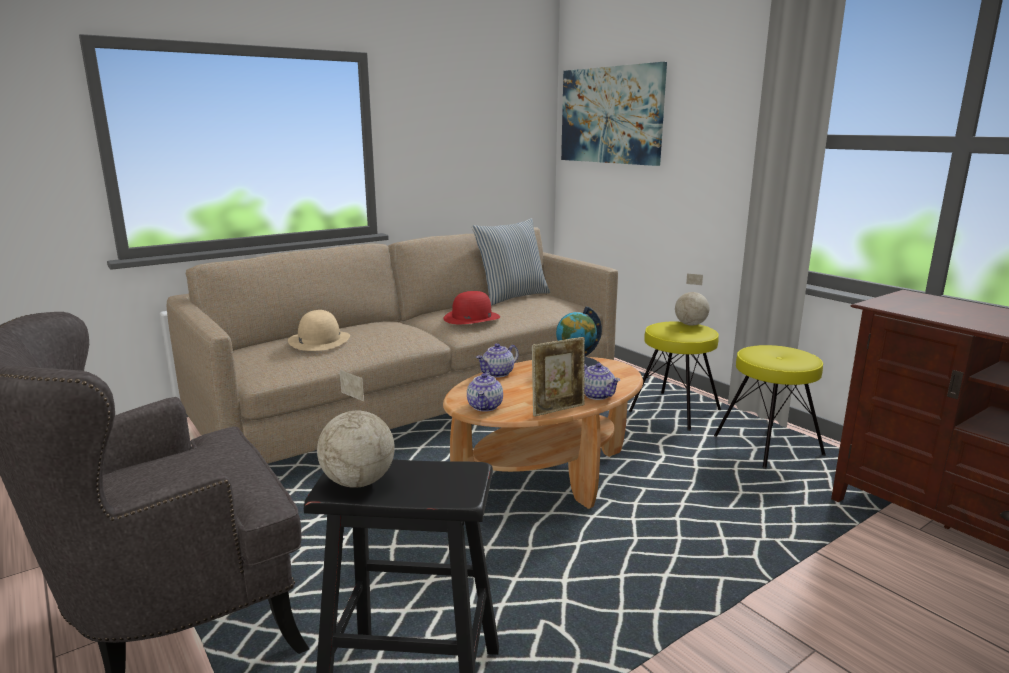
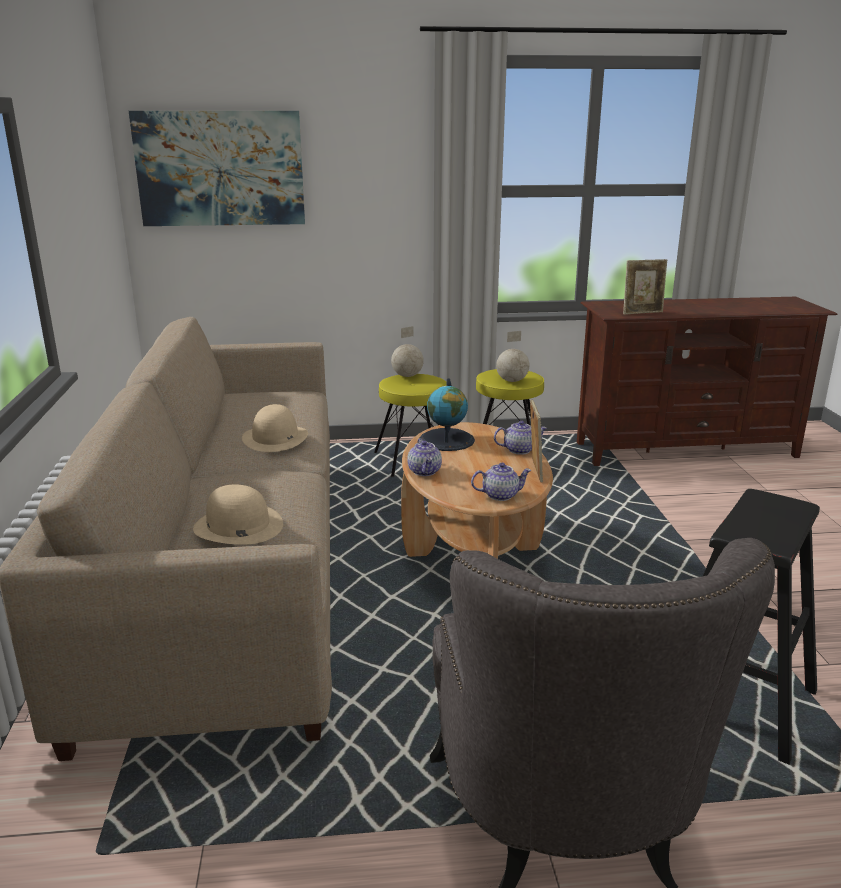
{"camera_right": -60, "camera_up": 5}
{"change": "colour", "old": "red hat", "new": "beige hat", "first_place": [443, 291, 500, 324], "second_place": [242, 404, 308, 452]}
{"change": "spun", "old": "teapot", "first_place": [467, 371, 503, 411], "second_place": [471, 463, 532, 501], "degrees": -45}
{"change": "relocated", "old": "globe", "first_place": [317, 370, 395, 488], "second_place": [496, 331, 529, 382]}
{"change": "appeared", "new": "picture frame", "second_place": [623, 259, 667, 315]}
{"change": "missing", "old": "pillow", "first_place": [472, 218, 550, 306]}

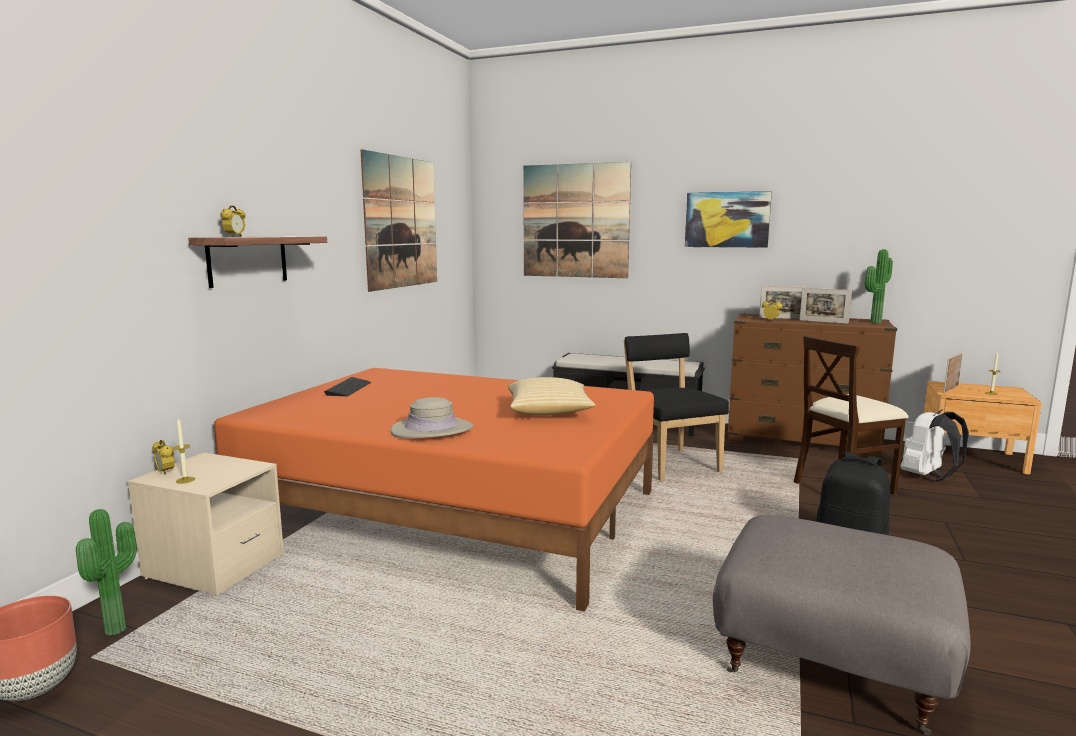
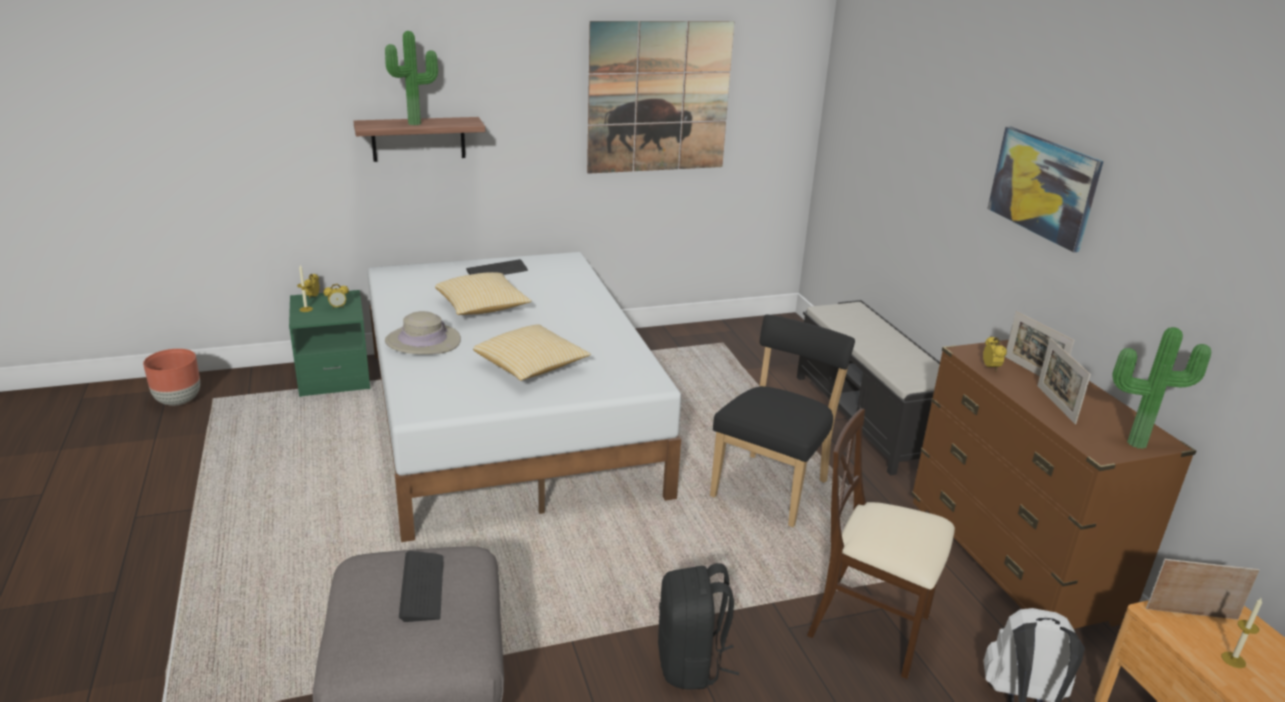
{"camera_right": 50, "camera_up": 15}
{"change": "colour", "old": "beige nightstand", "new": "green nightstand", "first_place": [128, 453, 284, 595], "second_place": [289, 290, 370, 397]}
{"change": "relocated", "old": "alarm clock", "first_place": [220, 205, 245, 237], "second_place": [324, 284, 349, 309]}
{"change": "colour", "old": "orange bed", "new": "white bed", "first_place": [214, 368, 654, 612], "second_place": [367, 252, 682, 542]}
{"change": "relocated", "old": "potted plant", "first_place": [76, 509, 137, 636], "second_place": [385, 31, 438, 125]}
{"change": "appeared", "new": "keyboard", "second_place": [399, 551, 444, 622]}
{"change": "appeared", "new": "pillow", "second_place": [435, 272, 532, 315]}
{"change": "missing", "old": "picture", "first_place": [523, 162, 631, 278]}

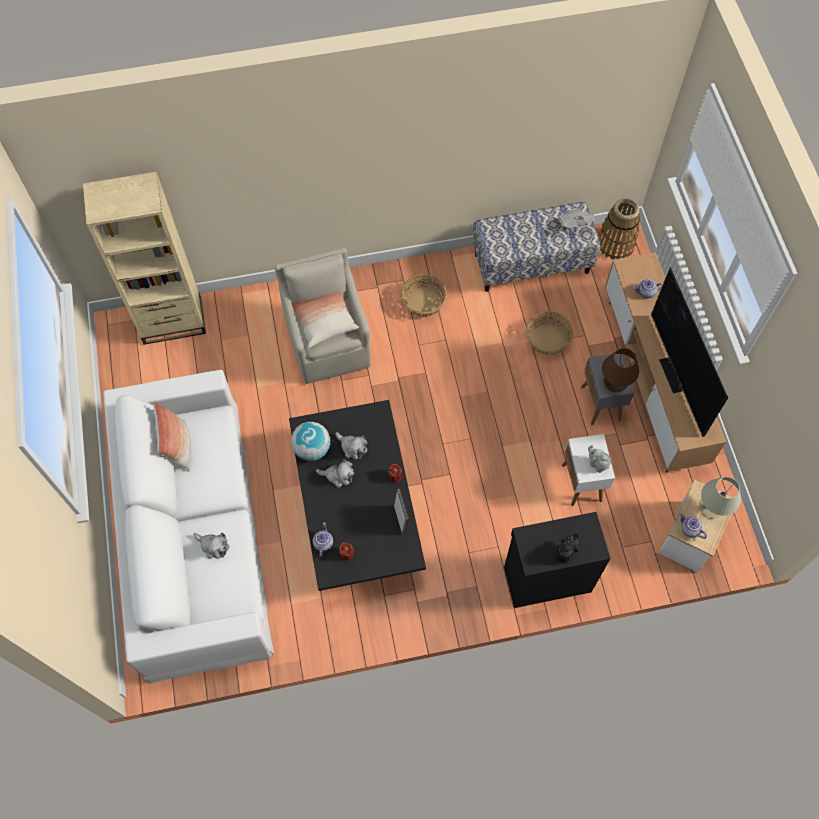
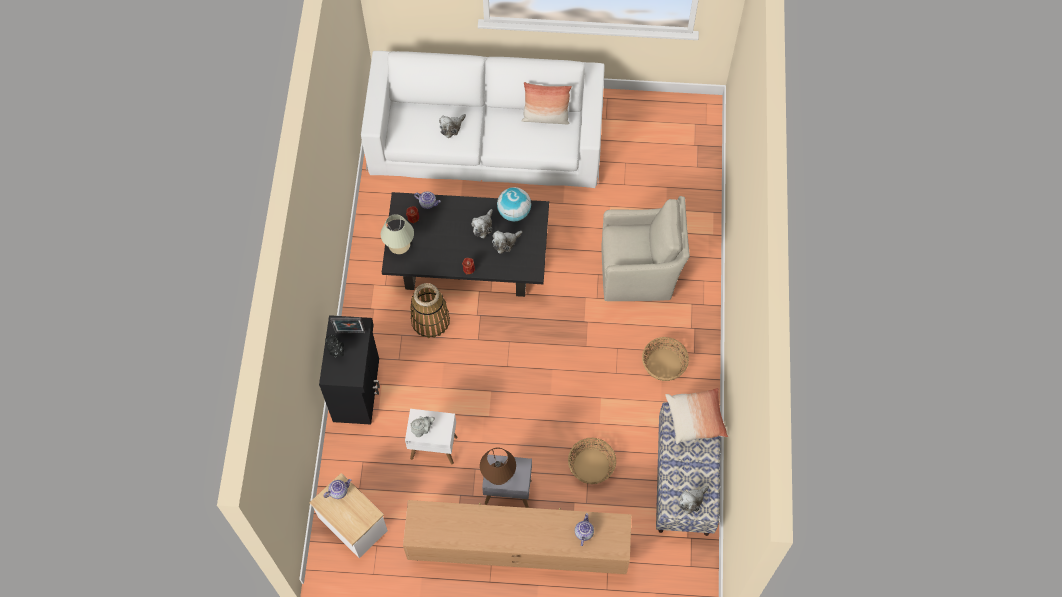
{"camera_right": 105, "camera_up": 0}
{"change": "relocated", "old": "picture frame", "first_place": [394, 489, 409, 535], "second_place": [330, 318, 365, 333]}
{"change": "relocated", "old": "beige table lamp", "first_place": [701, 477, 741, 519], "second_place": [381, 214, 414, 254]}
{"change": "relocated", "old": "basket", "first_place": [598, 198, 640, 259], "second_place": [410, 283, 450, 338]}
{"change": "relocated", "old": "pillow", "first_place": [292, 292, 359, 348], "second_place": [666, 388, 728, 444]}
{"change": "exchanged", "old": "newspaper", "new": "plush toy", "first_place": [558, 208, 595, 228], "second_place": [679, 486, 709, 514]}
{"change": "missing", "old": "beige bookcase", "first_place": [83, 171, 206, 345]}
{"change": "missing", "old": "television", "first_place": [651, 267, 728, 437]}

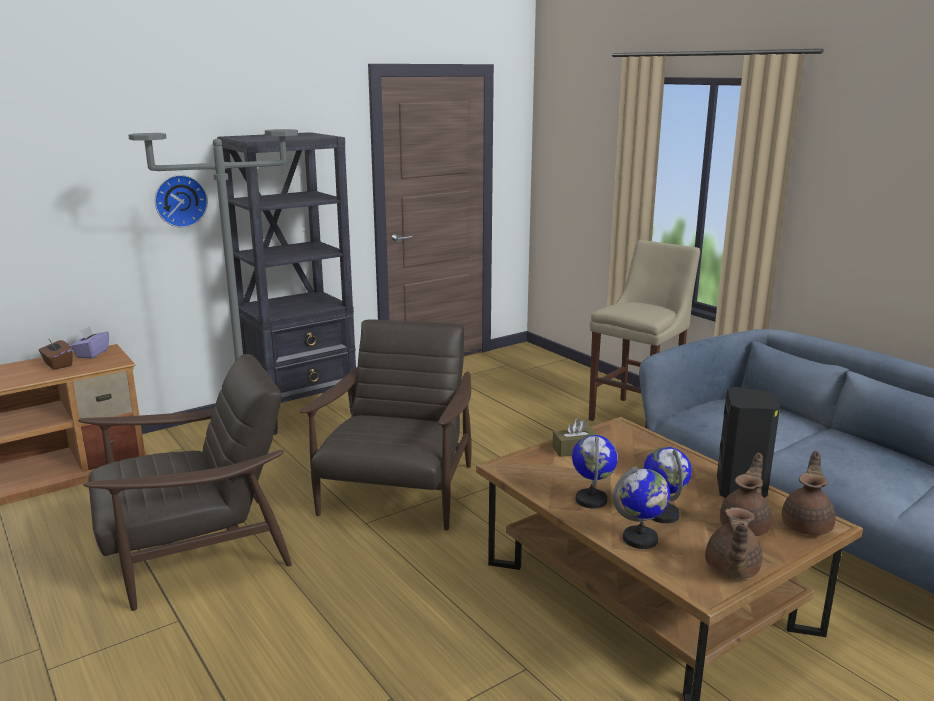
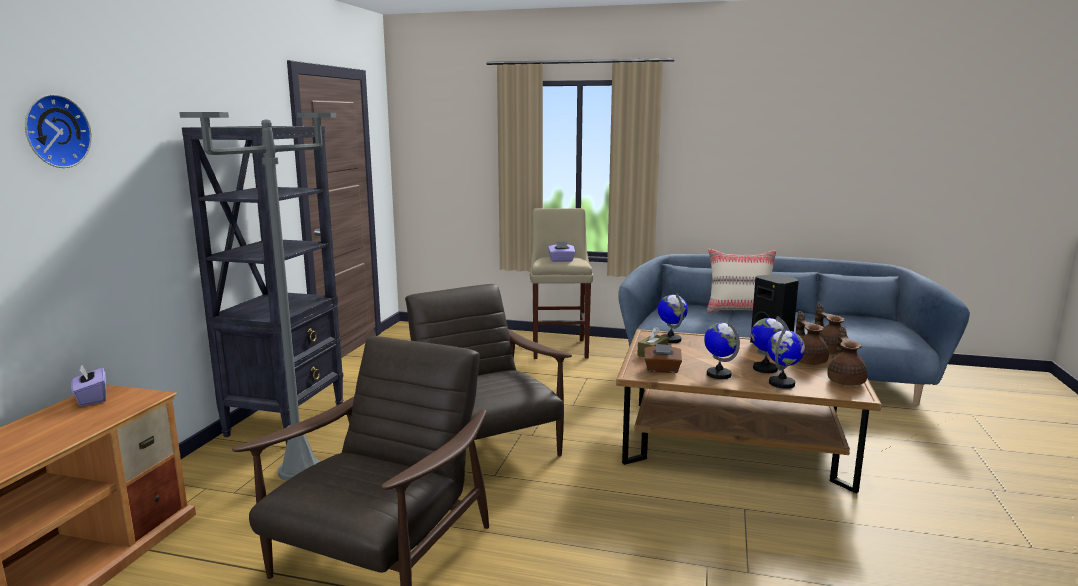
{"camera_right": -40, "camera_up": -5}
{"change": "relocated", "old": "wall clock", "first_place": [155, 175, 208, 228], "second_place": [25, 94, 92, 168]}
{"change": "appeared", "new": "purple tissue box", "second_place": [548, 241, 575, 262]}
{"change": "relocated", "old": "brown tissue box", "first_place": [39, 340, 73, 370], "second_place": [644, 344, 682, 373]}
{"change": "appeared", "new": "globe", "second_place": [658, 293, 688, 343]}
{"change": "appeared", "new": "beige pillow", "second_place": [707, 249, 776, 313]}
{"change": "spun", "old": "brown teapot", "first_place": [705, 507, 762, 578], "second_place": [827, 326, 868, 386], "degrees": -150}

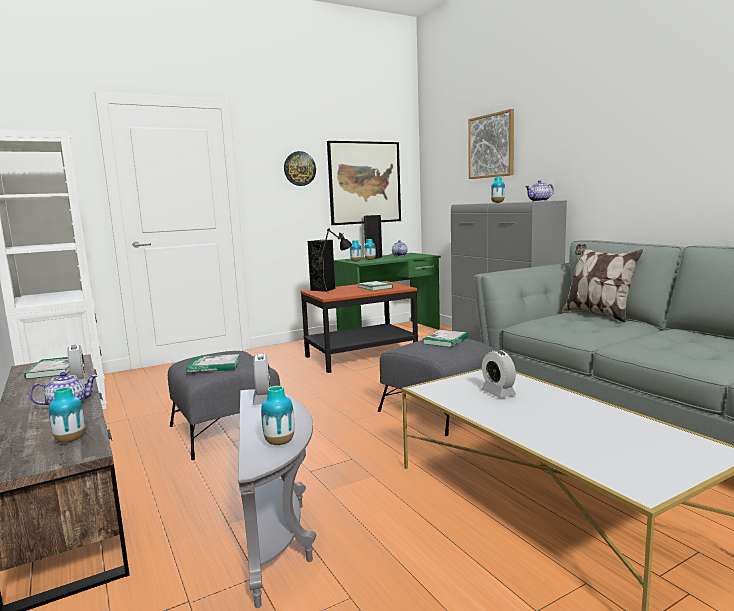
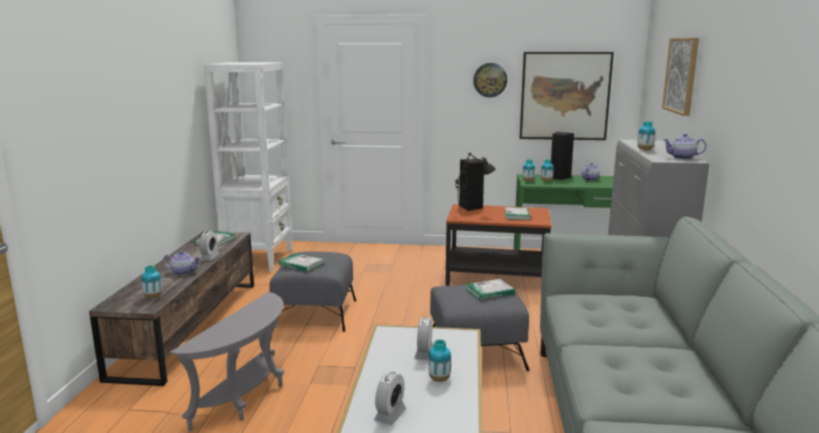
{"camera_right": 35, "camera_up": 5}
{"change": "relocated", "old": "alarm clock", "first_place": [253, 353, 271, 405], "second_place": [374, 372, 406, 425]}
{"change": "relocated", "old": "vase", "first_place": [261, 386, 294, 445], "second_place": [428, 339, 451, 382]}
{"change": "missing", "old": "pillow", "first_place": [562, 244, 643, 323]}

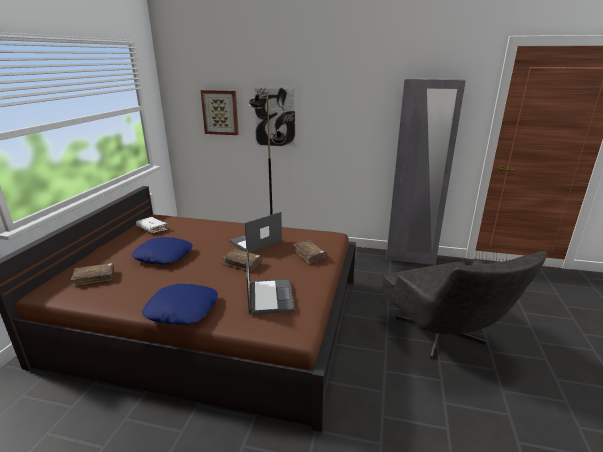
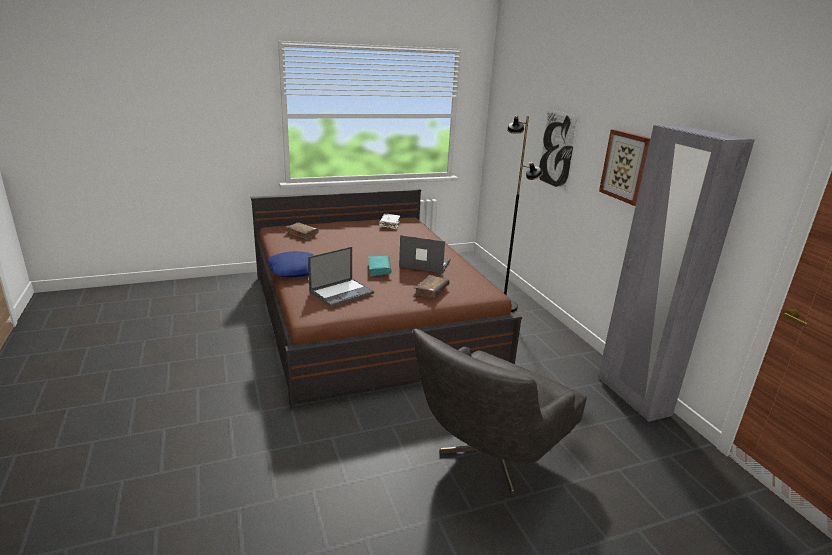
{"camera_right": 55, "camera_up": 0}
{"change": "colour", "old": "brown book", "new": "turquoise book", "first_place": [222, 249, 262, 273], "second_place": [368, 256, 391, 277]}
{"change": "relocated", "old": "picture", "first_place": [201, 90, 239, 135], "second_place": [599, 129, 651, 206]}
{"change": "missing", "old": "blue pillow", "first_place": [132, 237, 193, 264]}

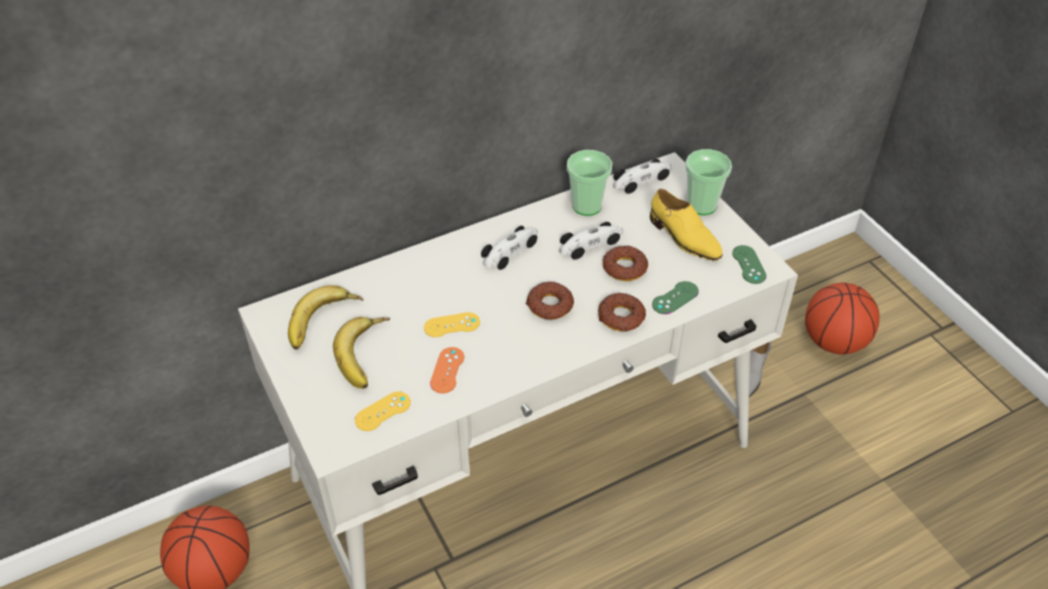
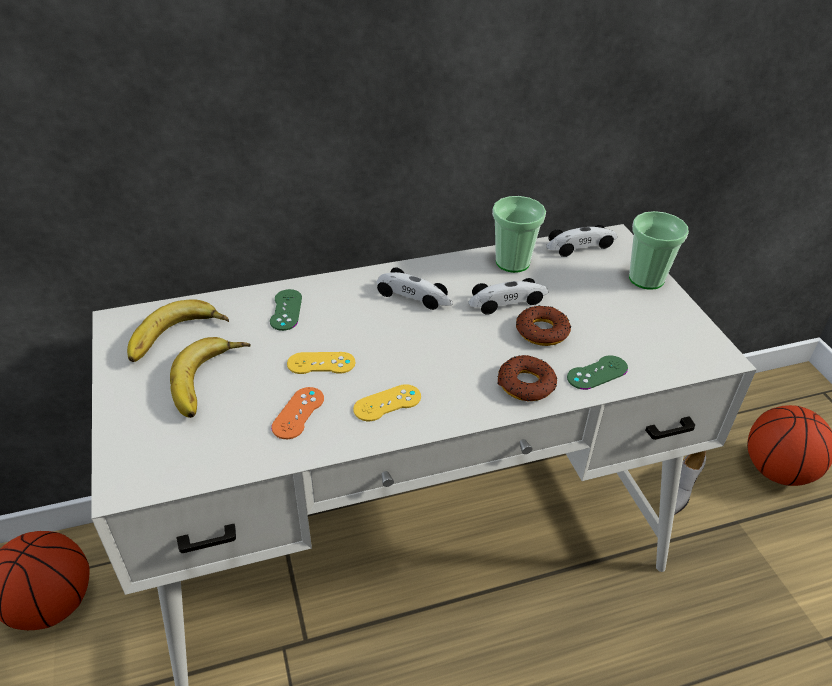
{"camera_right": 10, "camera_up": -5}
{"change": "relocated", "old": "green game controller", "first_place": [732, 245, 767, 284], "second_place": [270, 289, 302, 331]}
{"change": "relocated", "old": "yellow game controller", "first_place": [355, 392, 411, 431], "second_place": [353, 384, 421, 421]}
{"change": "spun", "old": "toy car", "first_place": [481, 226, 538, 270], "second_place": [376, 267, 453, 310], "degrees": 60}
{"change": "missing", "old": "donut", "first_place": [526, 282, 574, 320]}
{"change": "missing", "old": "yellow shoe", "first_place": [650, 189, 723, 261]}

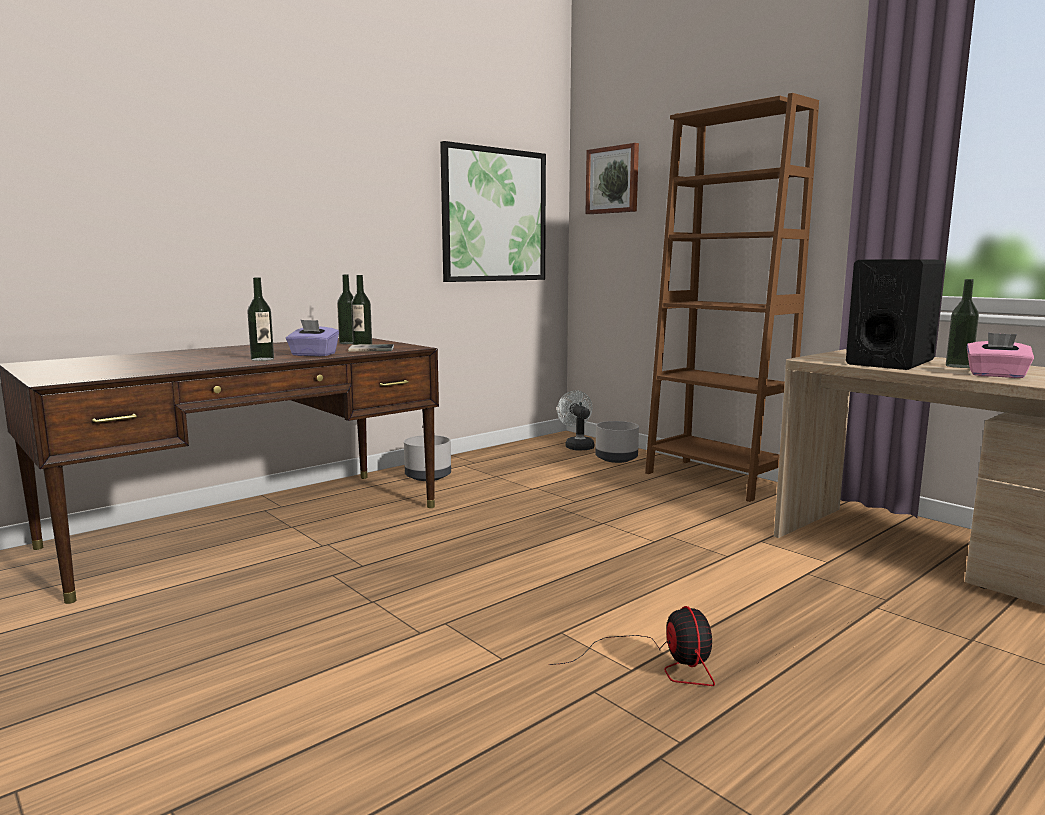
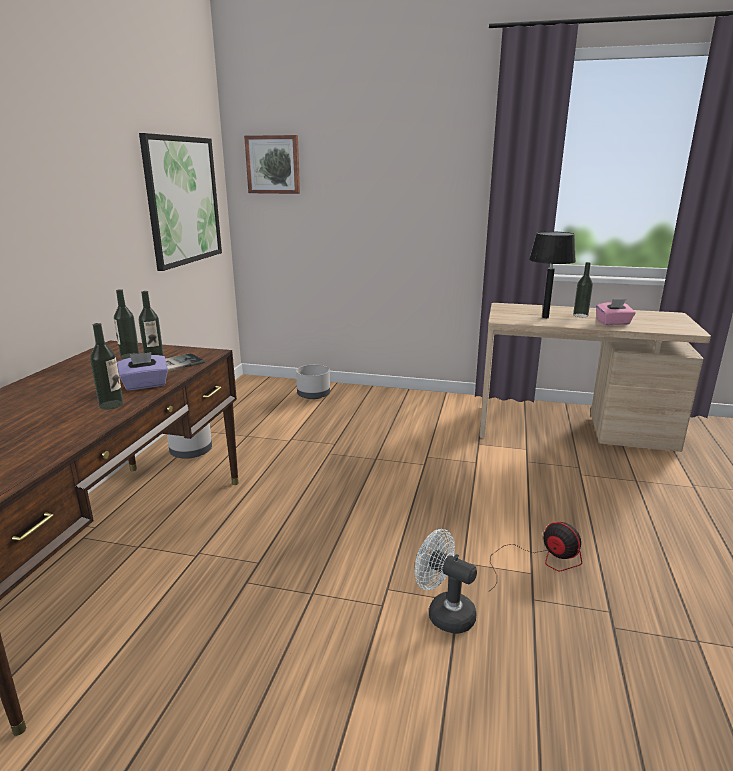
{"camera_right": -35, "camera_up": 10}
{"change": "relocated", "old": "white fan", "first_place": [557, 390, 594, 451], "second_place": [415, 529, 477, 634]}
{"change": "exchanged", "old": "black speaker", "new": "black table lamp", "first_place": [846, 259, 944, 370], "second_place": [529, 231, 576, 318]}
{"change": "missing", "old": "brown bookcase", "first_place": [645, 93, 819, 502]}

